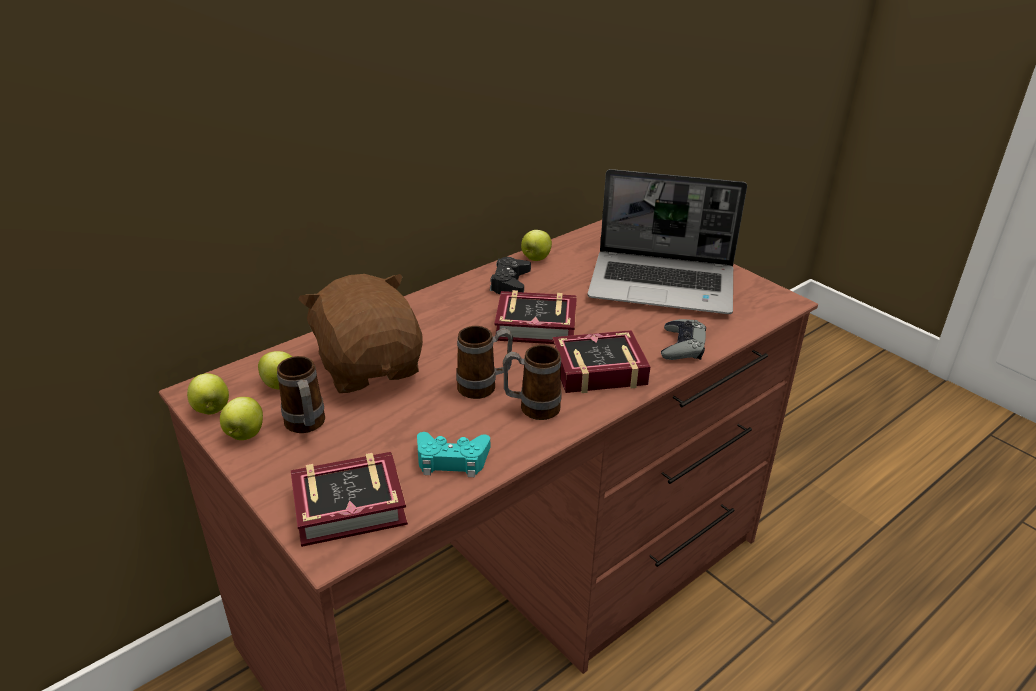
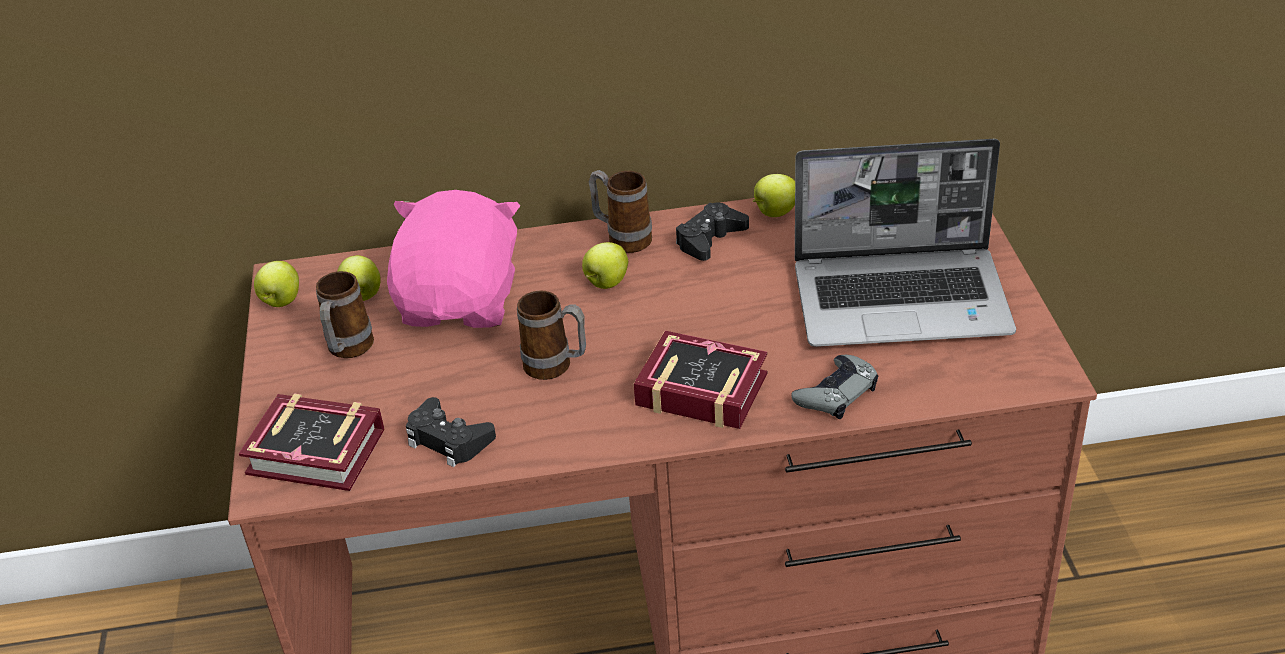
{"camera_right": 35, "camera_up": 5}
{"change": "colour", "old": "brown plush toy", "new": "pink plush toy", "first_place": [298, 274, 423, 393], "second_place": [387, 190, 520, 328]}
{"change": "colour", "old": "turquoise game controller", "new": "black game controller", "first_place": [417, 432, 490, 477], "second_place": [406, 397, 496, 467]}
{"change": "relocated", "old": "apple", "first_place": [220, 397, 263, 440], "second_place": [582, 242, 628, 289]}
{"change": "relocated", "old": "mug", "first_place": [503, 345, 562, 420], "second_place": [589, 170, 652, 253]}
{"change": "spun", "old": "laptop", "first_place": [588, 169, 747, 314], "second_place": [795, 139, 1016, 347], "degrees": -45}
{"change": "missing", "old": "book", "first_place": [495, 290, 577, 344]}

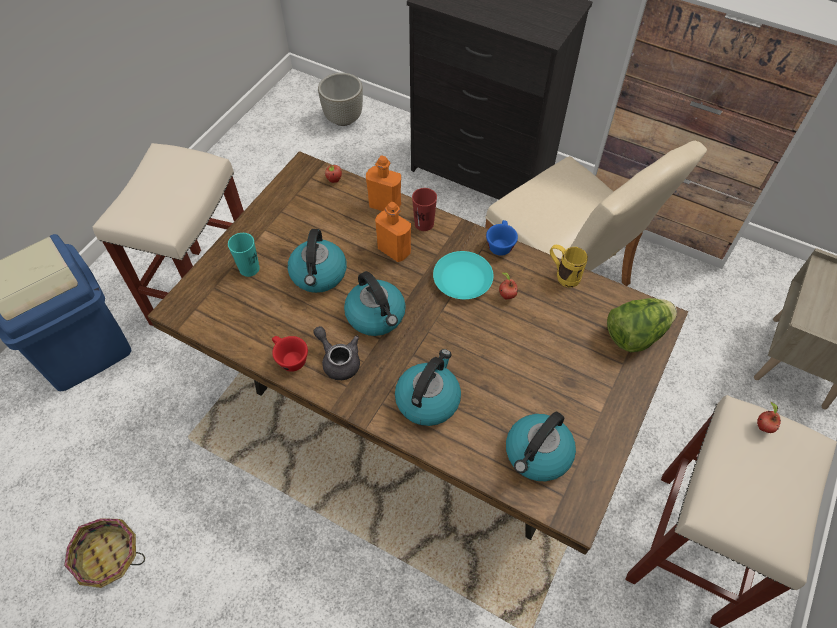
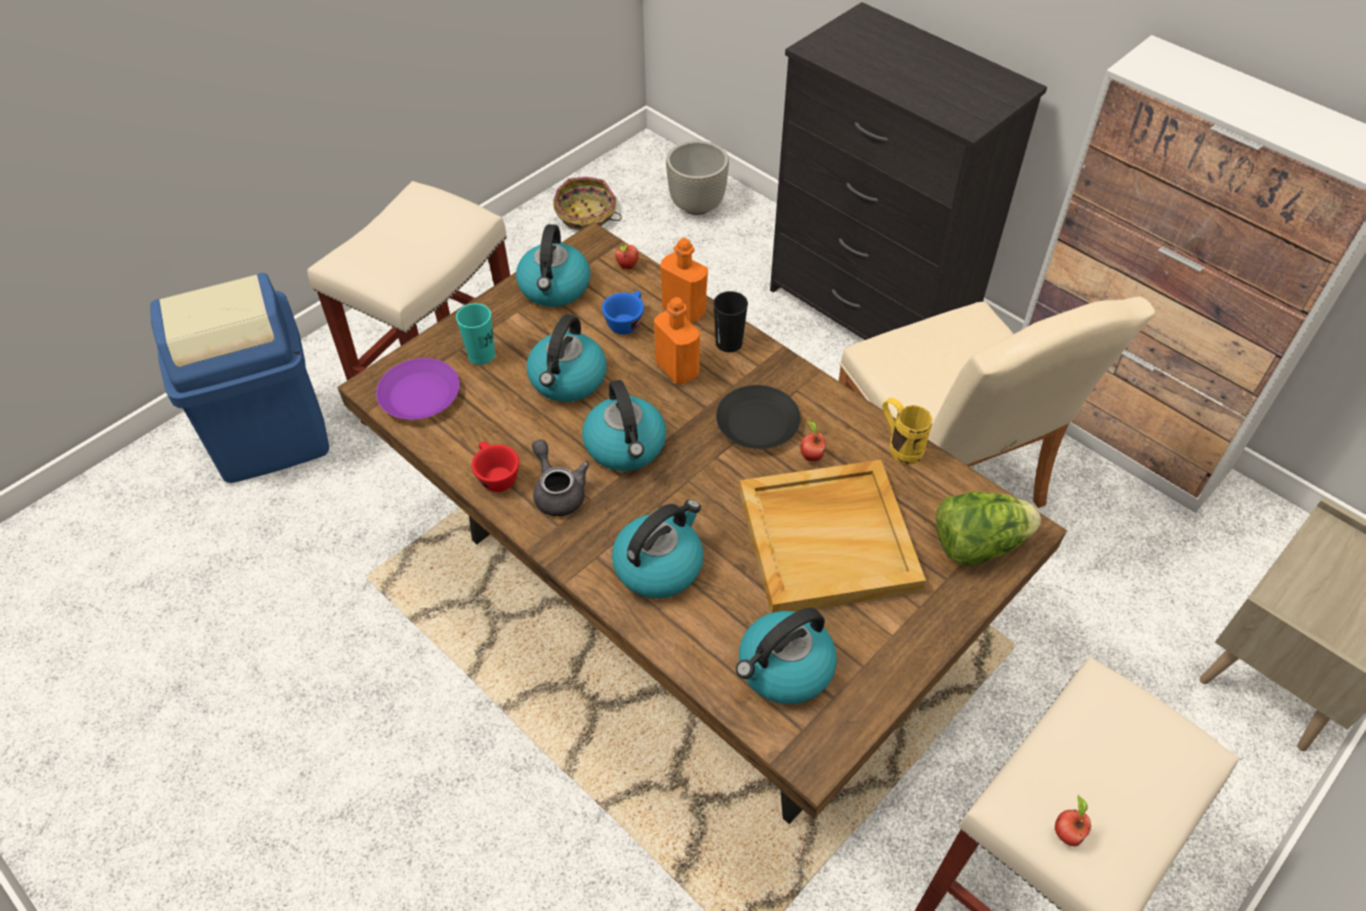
{"camera_right": 15, "camera_up": -5}
{"change": "appeared", "new": "purple plate", "second_place": [376, 358, 460, 420]}
{"change": "appeared", "new": "kettle", "second_place": [516, 224, 590, 307]}
{"change": "relocated", "old": "basket", "first_place": [64, 518, 145, 588], "second_place": [553, 177, 622, 230]}
{"change": "relocated", "old": "blue cup", "first_place": [486, 220, 518, 256], "second_place": [602, 291, 644, 334]}
{"change": "colour", "old": "red cup", "new": "black cup", "first_place": [412, 188, 437, 231], "second_place": [713, 291, 748, 352]}
{"change": "colour", "old": "turquoise plate", "new": "black plate", "first_place": [433, 251, 493, 299], "second_place": [716, 385, 801, 449]}
{"change": "appeared", "new": "beige tray", "second_place": [739, 460, 926, 613]}
{"change": "relocated", "old": "apple", "first_place": [757, 402, 781, 433], "second_place": [1055, 795, 1091, 846]}

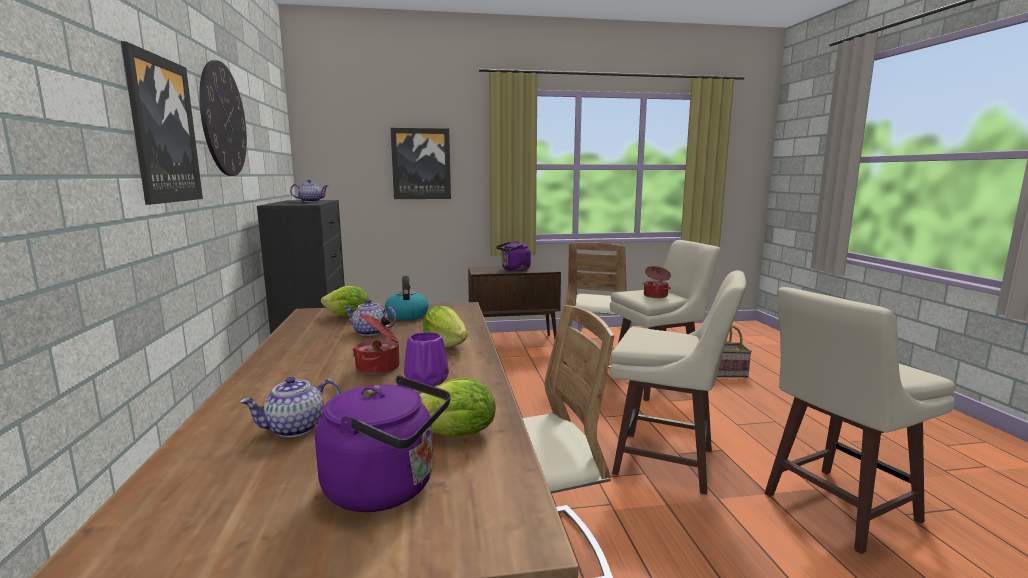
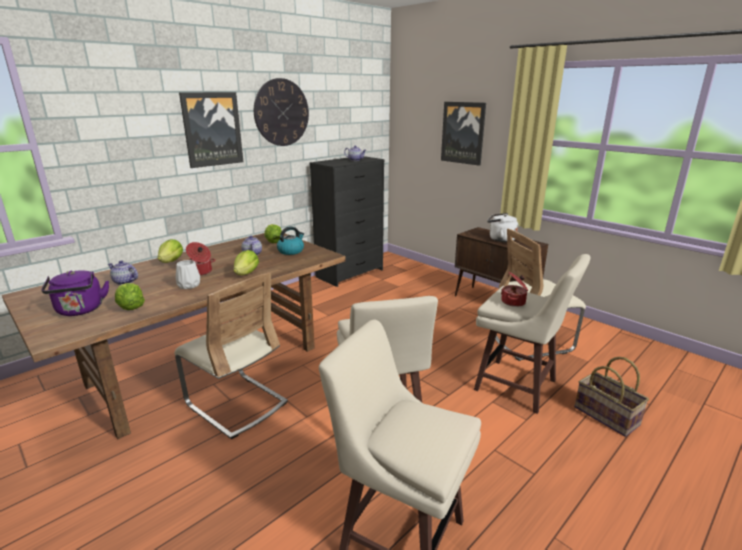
{"camera_right": 55, "camera_up": 10}
{"change": "appeared", "new": "lettuce", "second_place": [157, 239, 183, 263]}
{"change": "colour", "old": "purple vase", "new": "white vase", "first_place": [404, 332, 449, 387], "second_place": [176, 260, 200, 289]}
{"change": "colour", "old": "purple kettle", "new": "white kettle", "first_place": [496, 241, 531, 271], "second_place": [487, 213, 518, 242]}

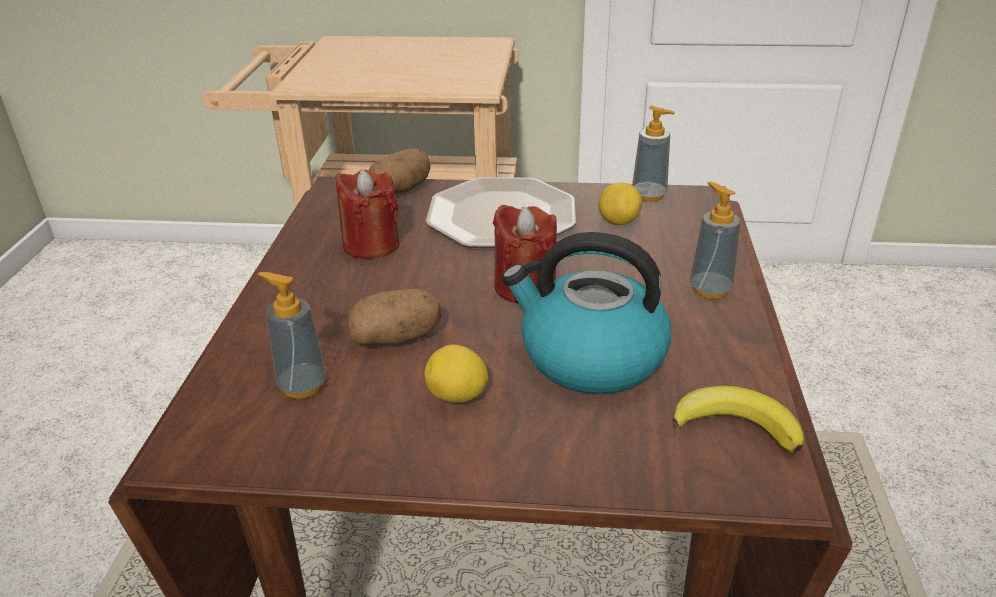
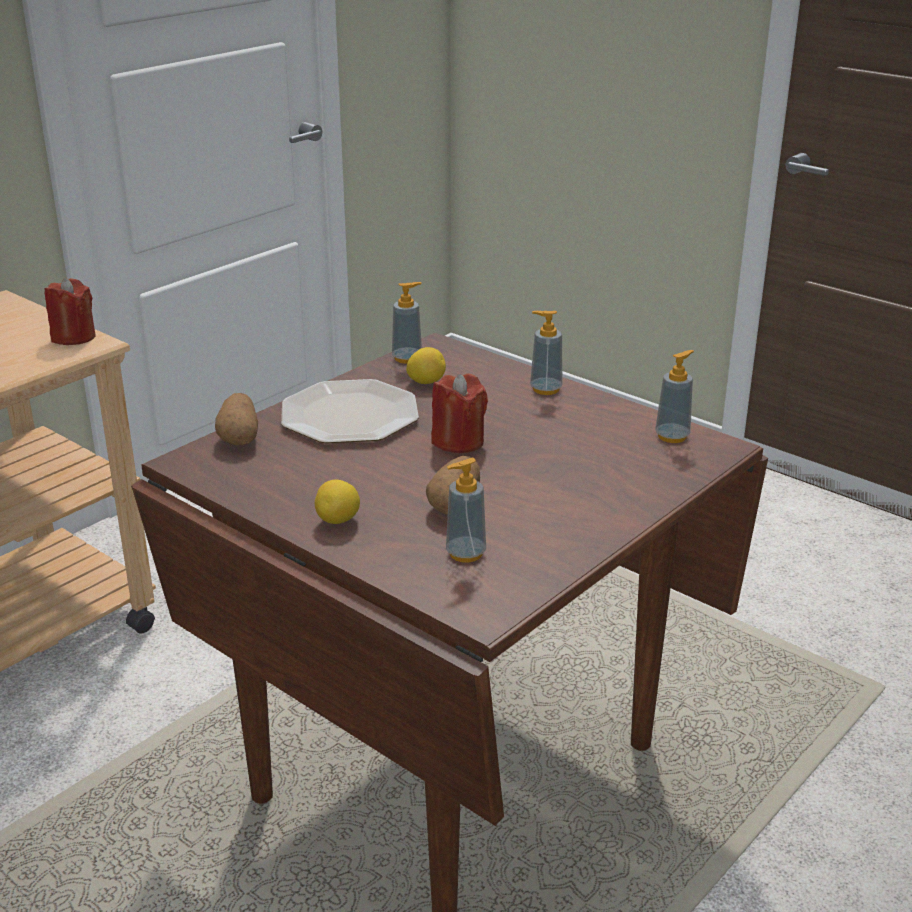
{"camera_right": -55, "camera_up": -5}
{"change": "relocated", "old": "red candle", "first_place": [335, 169, 400, 259], "second_place": [45, 278, 96, 345]}
{"change": "relocated", "old": "lemon", "first_place": [424, 344, 488, 403], "second_place": [315, 480, 360, 524]}
{"change": "exchanged", "old": "banana", "new": "soap dispenser", "first_place": [672, 386, 804, 453], "second_place": [655, 350, 694, 443]}
{"change": "missing", "old": "kettle", "first_place": [502, 232, 672, 394]}

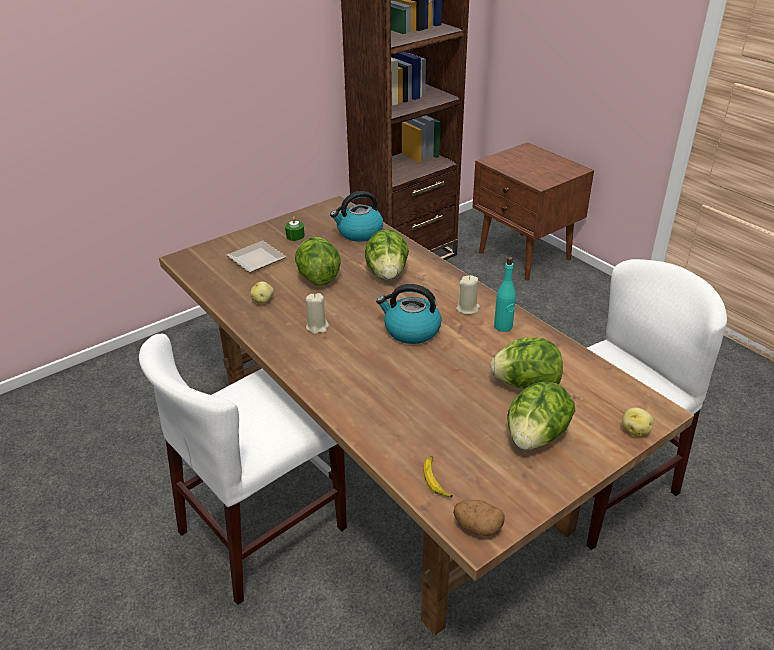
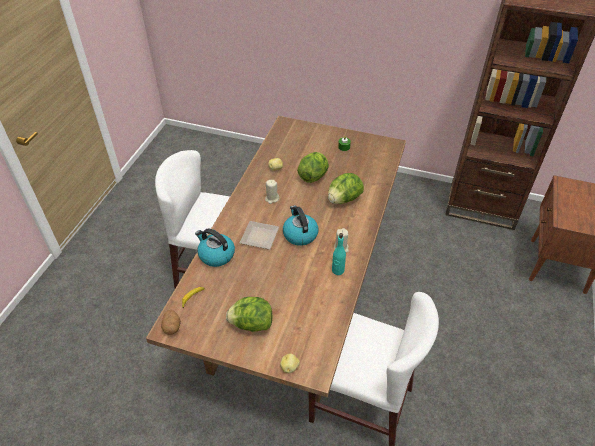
{"camera_right": 55, "camera_up": 10}
{"change": "relocated", "old": "kettle", "first_place": [330, 191, 383, 242], "second_place": [195, 228, 235, 267]}
{"change": "relocated", "old": "plate", "first_place": [227, 241, 287, 273], "second_place": [240, 221, 279, 250]}
{"change": "missing", "old": "lettuce", "first_place": [490, 338, 563, 389]}

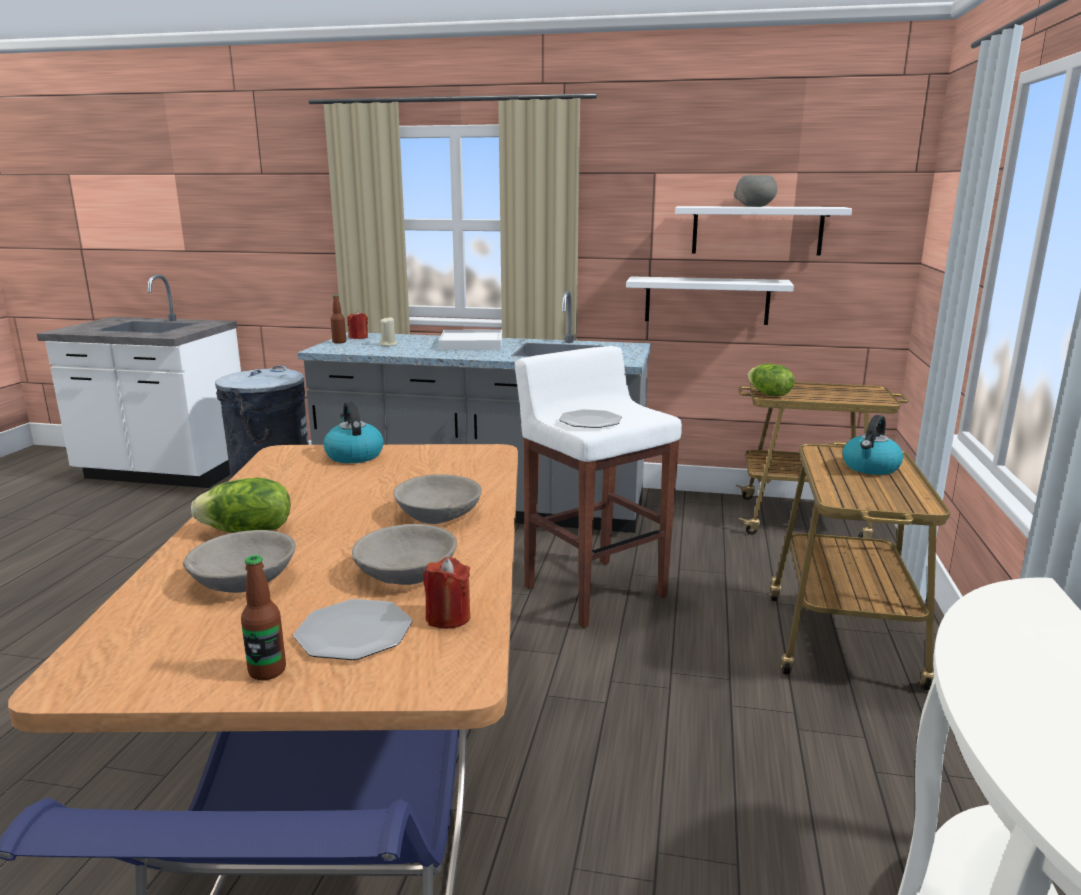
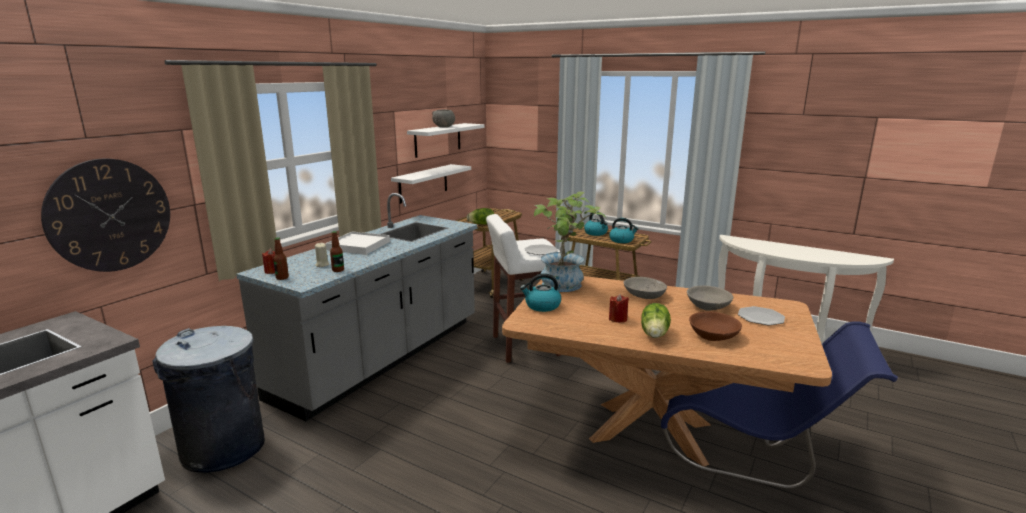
{"camera_right": -70, "camera_up": 0}
{"change": "appeared", "new": "wall clock", "second_place": [41, 158, 170, 272]}
{"change": "relocated", "old": "bottle", "first_place": [241, 555, 286, 680], "second_place": [330, 231, 344, 272]}
{"change": "appeared", "new": "potted plant", "second_place": [533, 191, 606, 292]}
{"change": "appeared", "new": "kettle", "second_place": [609, 218, 639, 243]}
{"change": "relocated", "old": "red candle", "first_place": [423, 557, 470, 629], "second_place": [609, 294, 629, 323]}
{"change": "colour", "old": "grey bowl", "new": "brown bowl", "first_place": [183, 530, 296, 593], "second_place": [689, 311, 742, 341]}

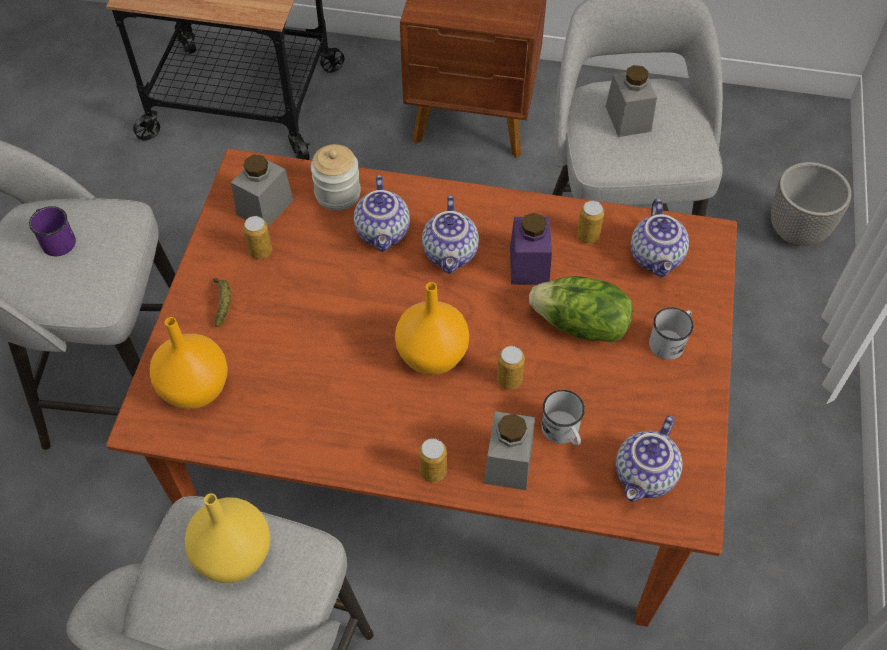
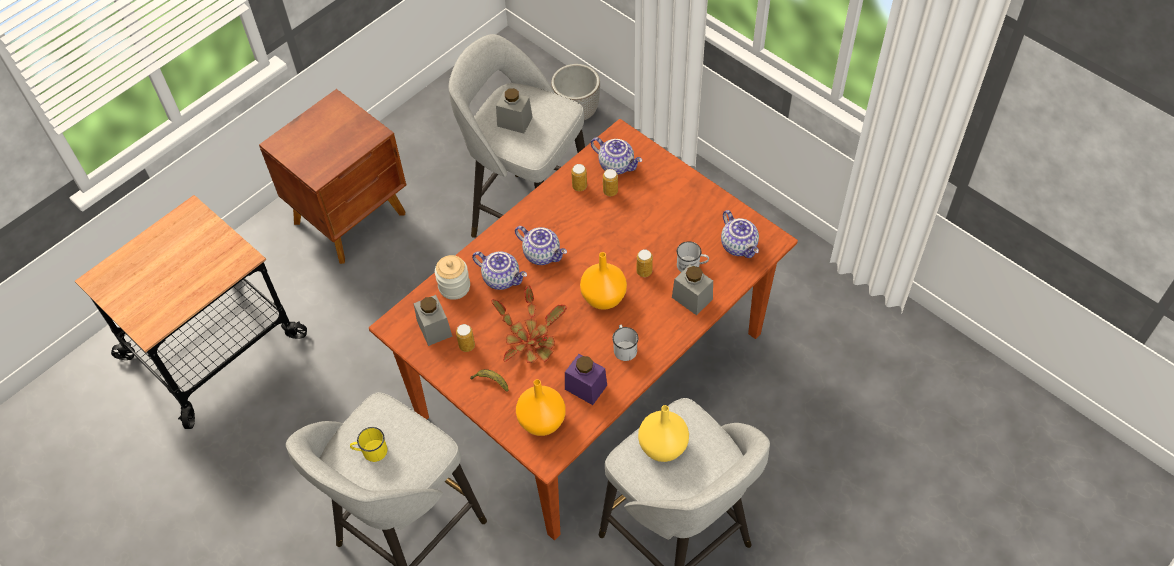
{"camera_right": -55, "camera_up": 0}
{"change": "colour", "old": "purple mug", "new": "yellow mug", "first_place": [29, 206, 76, 256], "second_place": [350, 427, 388, 462]}
{"change": "appeared", "new": "potted plant", "second_place": [491, 285, 568, 363]}
{"change": "relocated", "old": "purple jar", "first_place": [510, 213, 552, 285], "second_place": [565, 354, 607, 405]}
{"change": "relocated", "old": "can", "first_place": [419, 438, 447, 483], "second_place": [603, 169, 618, 196]}
{"change": "relocated", "old": "white mug", "first_place": [649, 307, 694, 360], "second_place": [612, 325, 638, 361]}
{"change": "missing", "old": "lettuce", "first_place": [529, 276, 633, 343]}

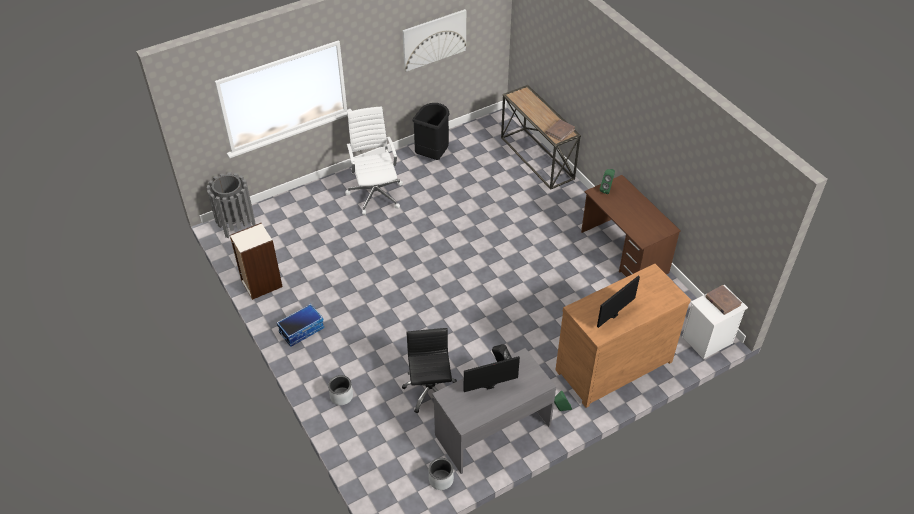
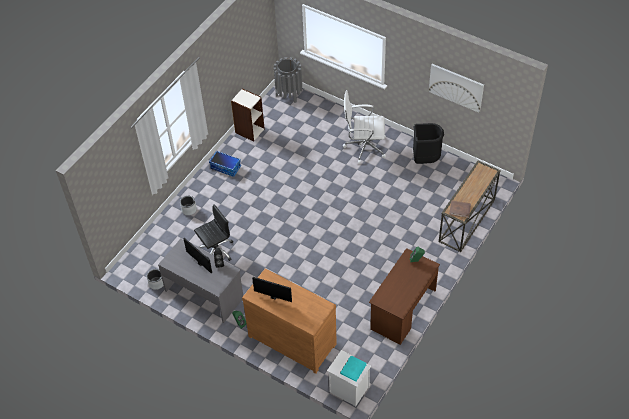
{"camera_right": 65, "camera_up": 5}
{"change": "colour", "old": "brown book", "new": "turquoise book", "first_place": [705, 285, 742, 315], "second_place": [340, 356, 367, 382]}
{"change": "spun", "old": "white office chair", "first_place": [345, 107, 403, 215], "second_place": [343, 90, 386, 164], "degrees": -135}

